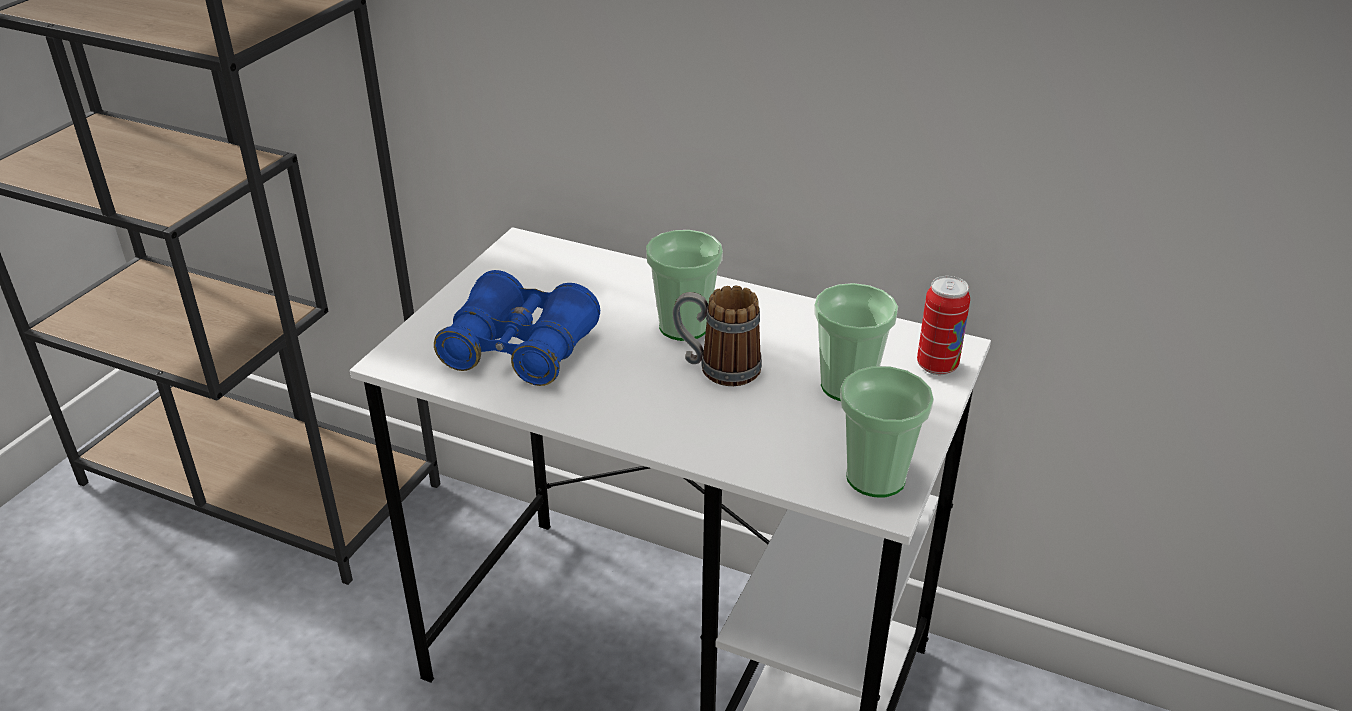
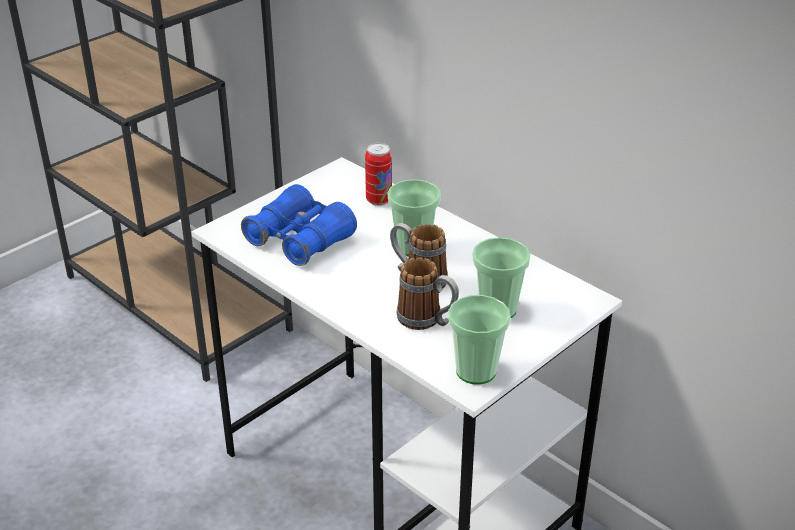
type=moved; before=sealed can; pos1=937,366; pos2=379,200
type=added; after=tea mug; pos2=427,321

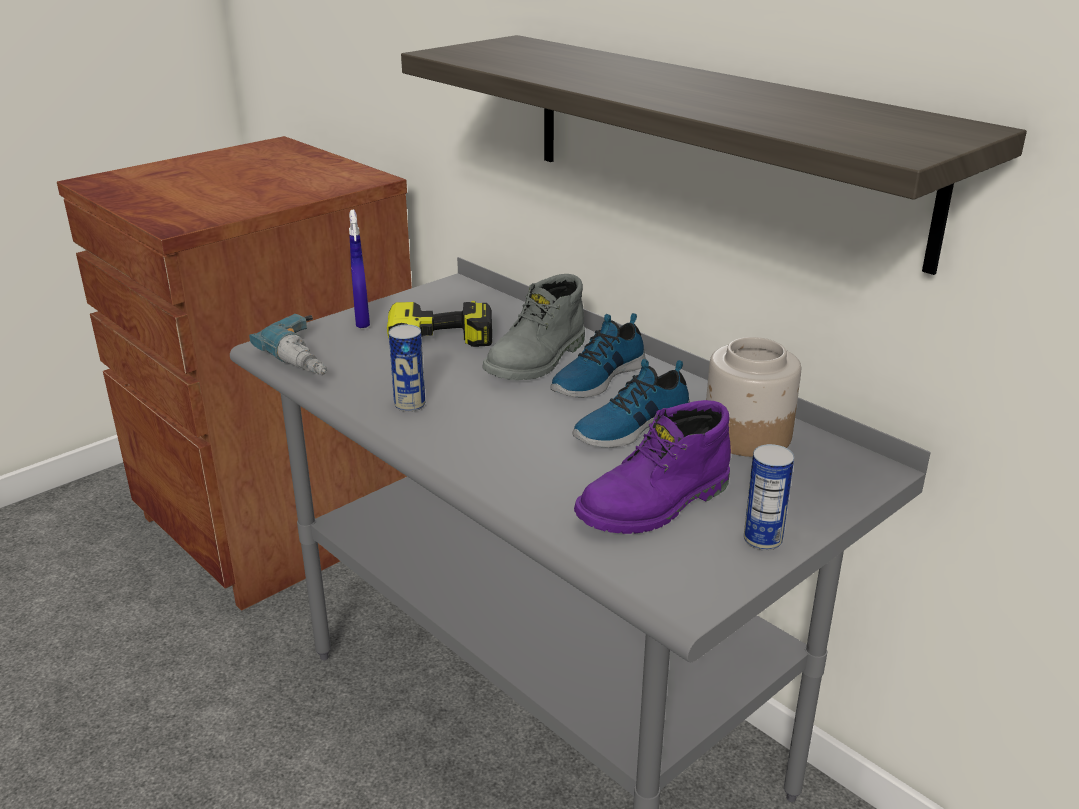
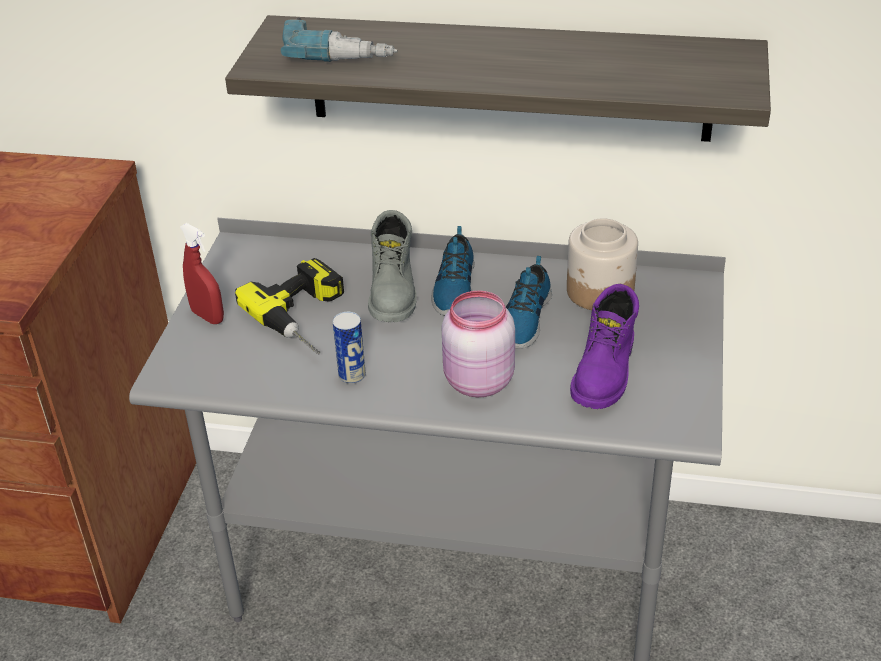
type=moved; before=electric drill; pos1=310,357; pos2=341,51
type=recoloured; before=spray bottle (blue); after=spray bottle (red); pos1=362,321; pos2=208,316
type=removed; before=sealed can; pos1=762,540
type=added; after=preserve jar (pink-coloured); pos2=476,382

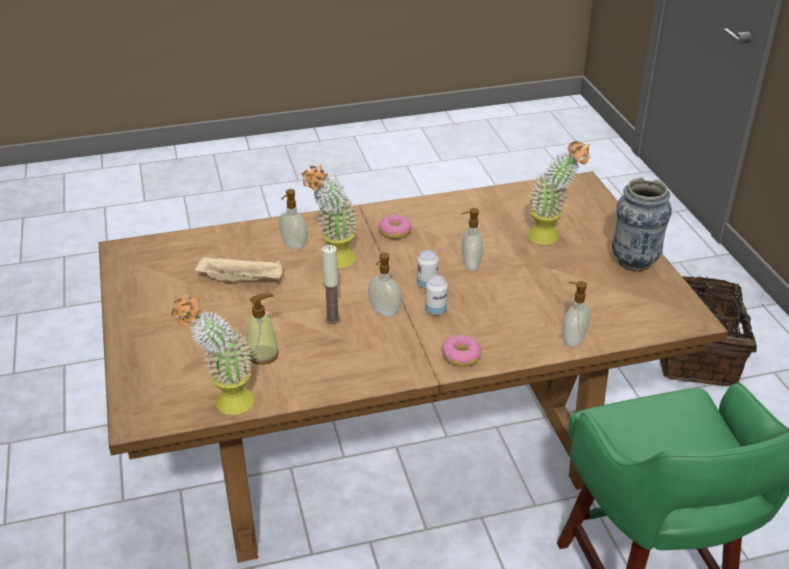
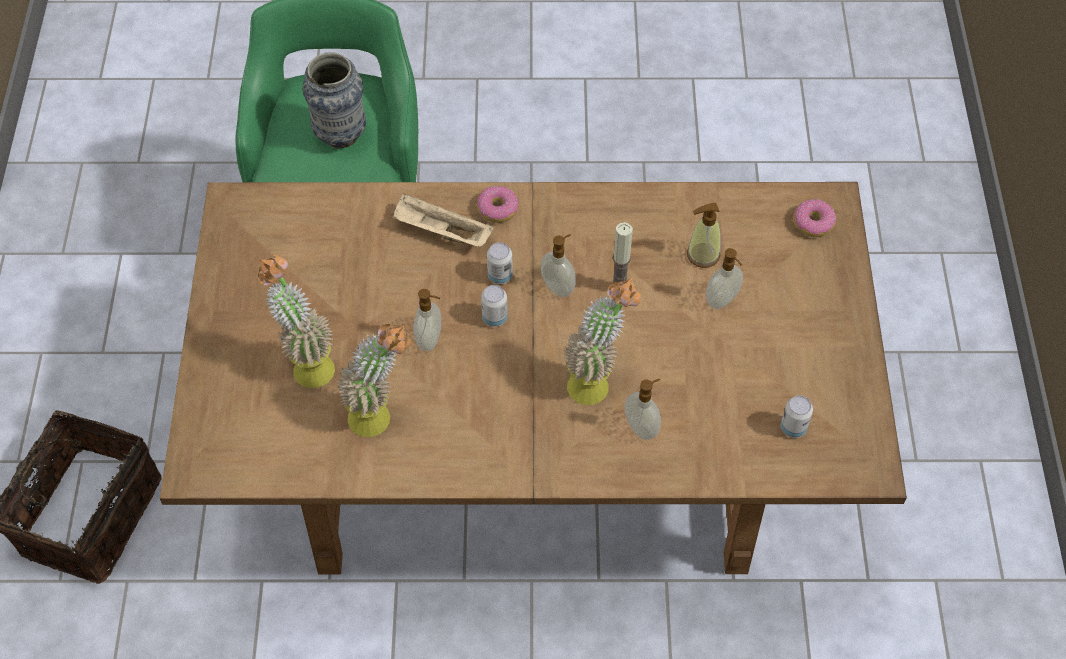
type=moved; before=plant in a pot; pos1=224,405; pos2=380,416
type=moved; before=tray (sand-coloured); pos1=242,280; pos2=441,232
type=moved; before=ring doughnut; pos1=395,232; pos2=813,223
type=moved; before=soap dispenser; pos1=572,340; pos2=722,300
type=moved; before=flower vase; pos1=634,262; pos2=340,135
type=added; after=sealed can; pos2=793,428

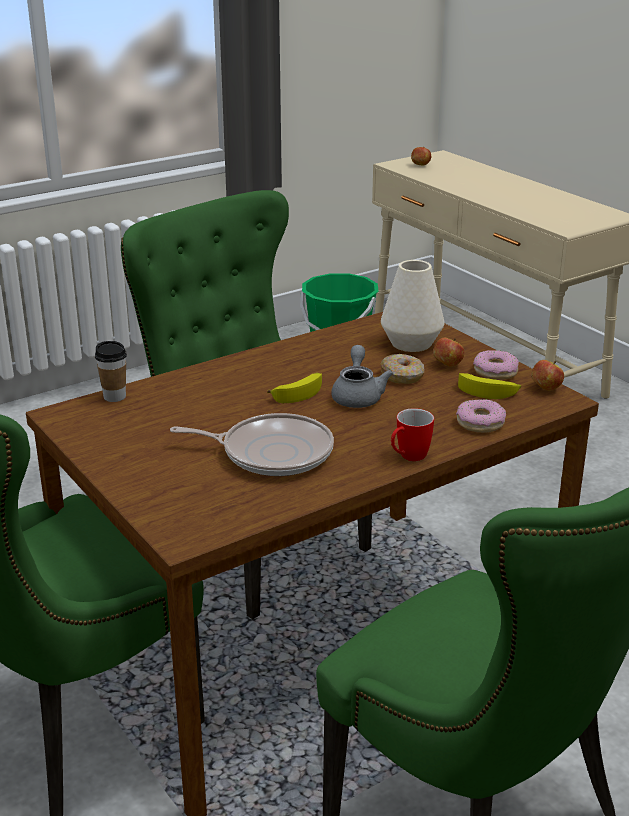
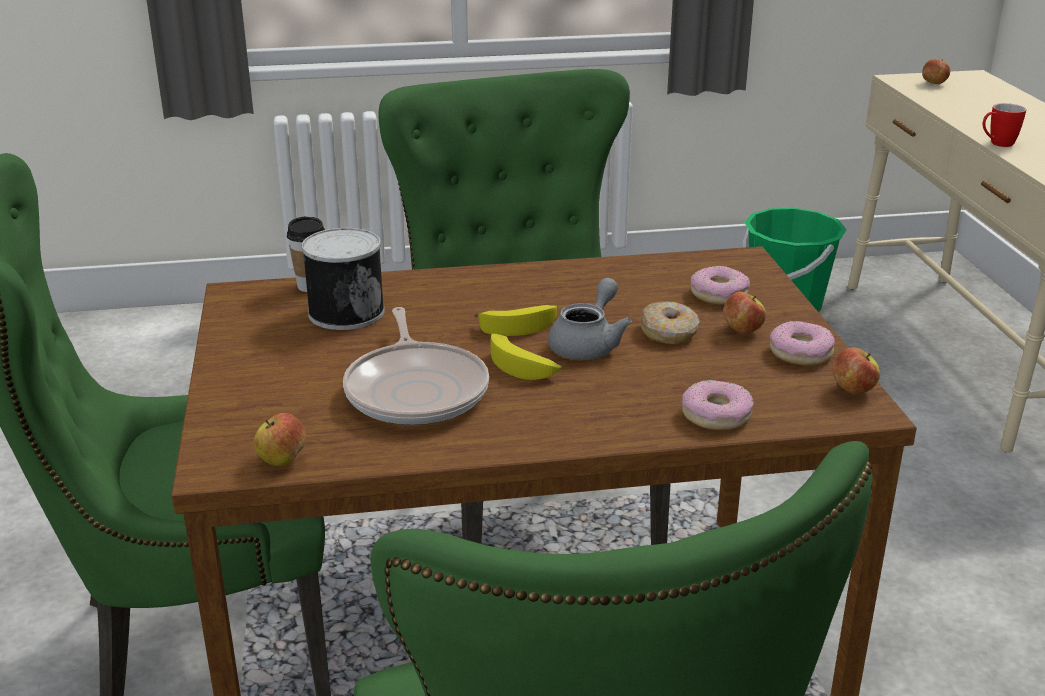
type=turned; before=skillet; pos1=271,453; pos2=416,390; turn=45
type=replaced; before=flower vase (whitish); after=ring doughnut; pos1=411,343; pos2=719,294
type=moved; before=tea mug; pos1=408,458; pos2=996,144
type=moved; before=whole banana; pos1=488,391; pos2=524,366
type=added; after=apple fruit; pos2=282,460
type=added; after=sealed can; pos2=345,312

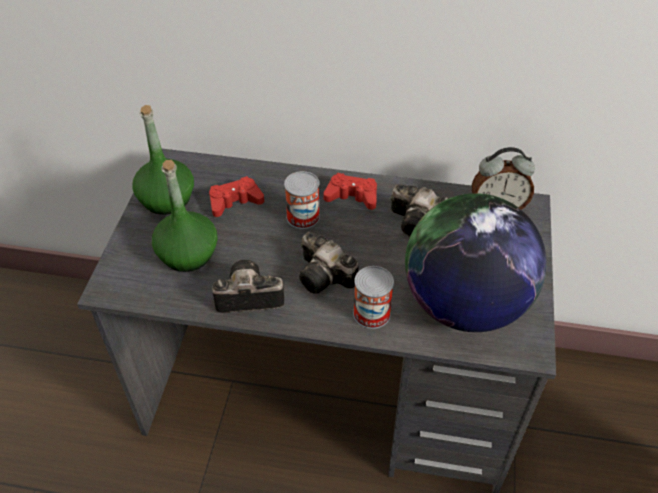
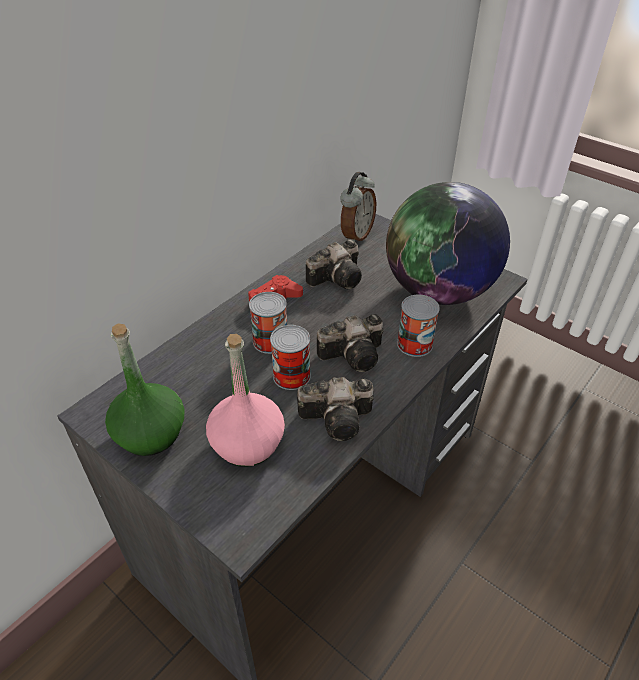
type=recoloured; before=drink bottle (green-coloured); after=drink bottle (pink-coloured); pos1=188,254; pos2=248,443
type=removed; before=joypad (red); pos1=235,201
type=turned; before=photo camera; pos1=246,297; pos2=340,419; turn=-120
type=added; after=sealed can; pos2=291,376

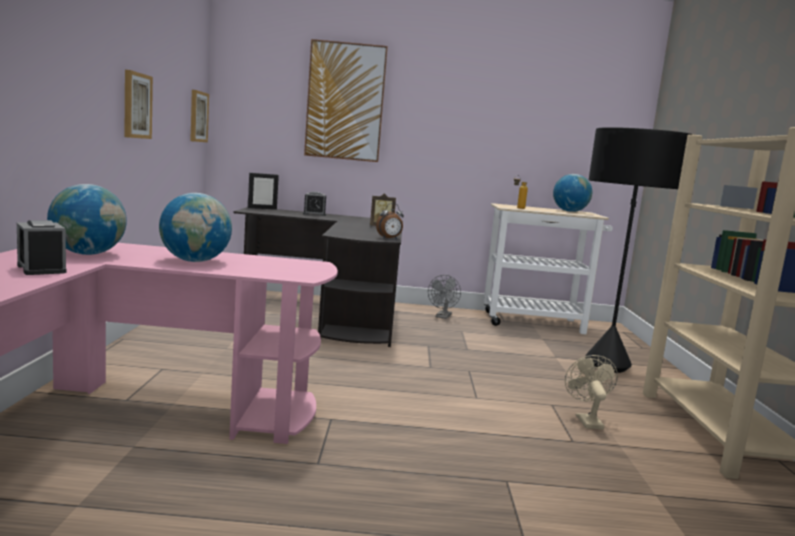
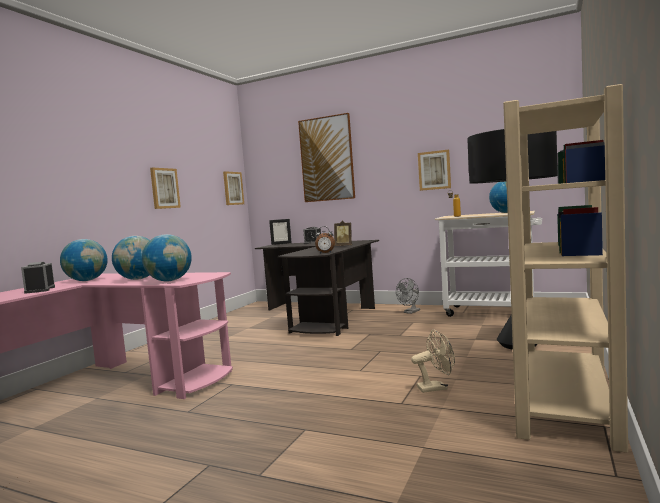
type=turned; before=cooling fan (sand-coloured); pos1=586,420; pos2=436,387; turn=60
type=added; after=world globe; pos2=169,281
type=added; after=wall picture; pos2=434,170

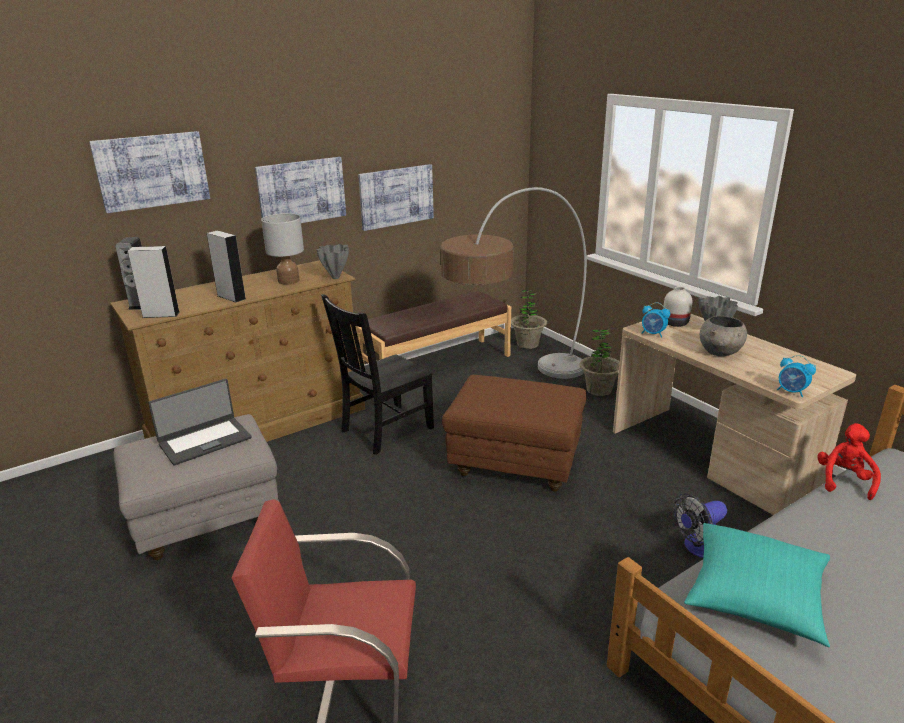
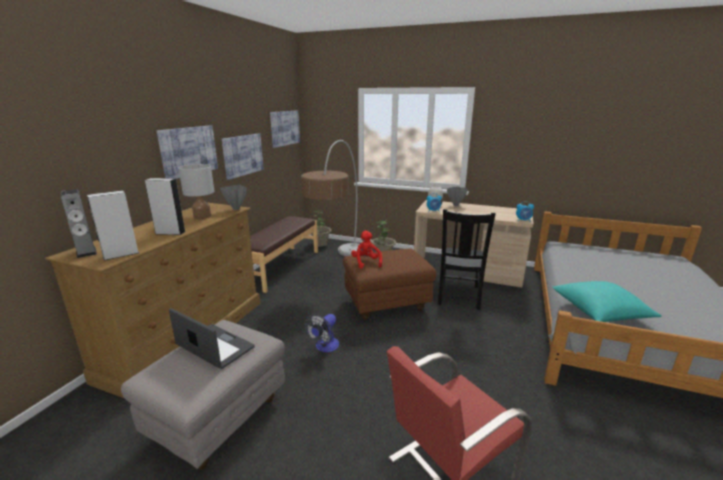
type=moved; before=wall picture; pos1=152,171; pos2=284,128
type=turned; before=notebook computer; pos1=204,441; pos2=214,347; turn=-75
type=moved; before=chair (black-coloured); pos1=384,430; pos2=458,296
type=moved; before=cooling fan; pos1=698,548; pos2=324,347
type=removed; before=deep dish (grey); pos1=720,353
type=moved; before=cuddly toy (red); pos1=844,481; pos2=366,262

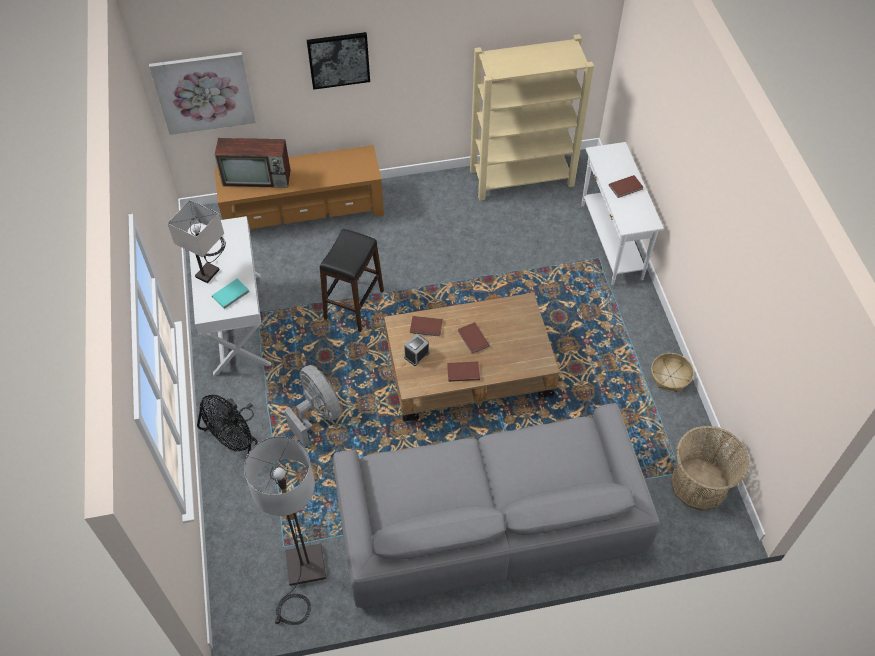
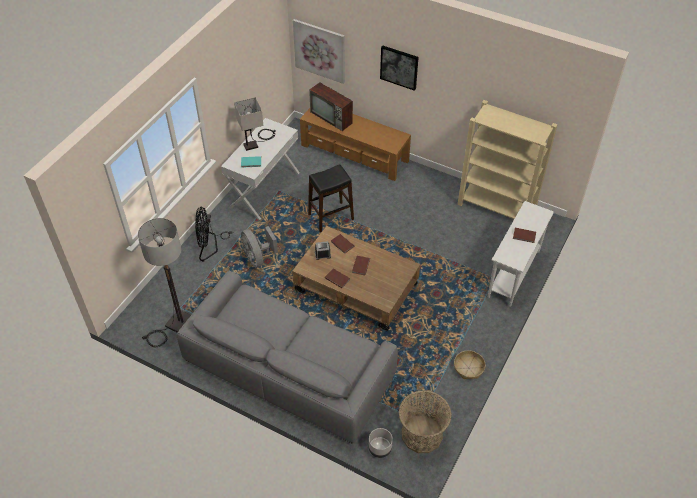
type=turned; before=cooling fan (grey); pos1=317,414; pos2=258,258; turn=150
type=added; after=plant pot (grey); pos2=379,448

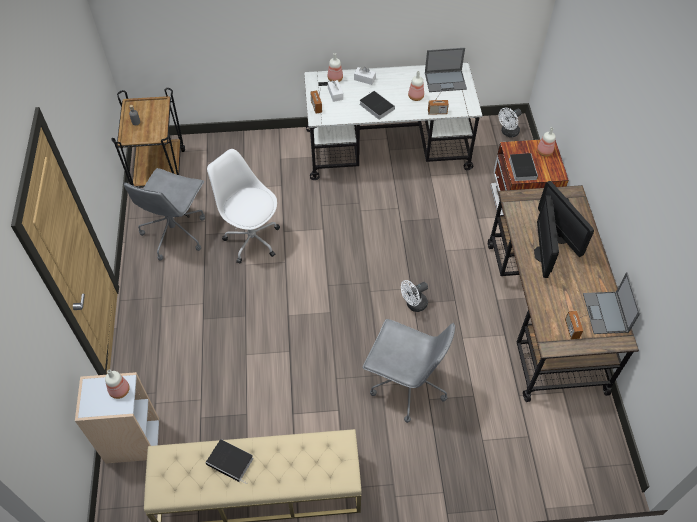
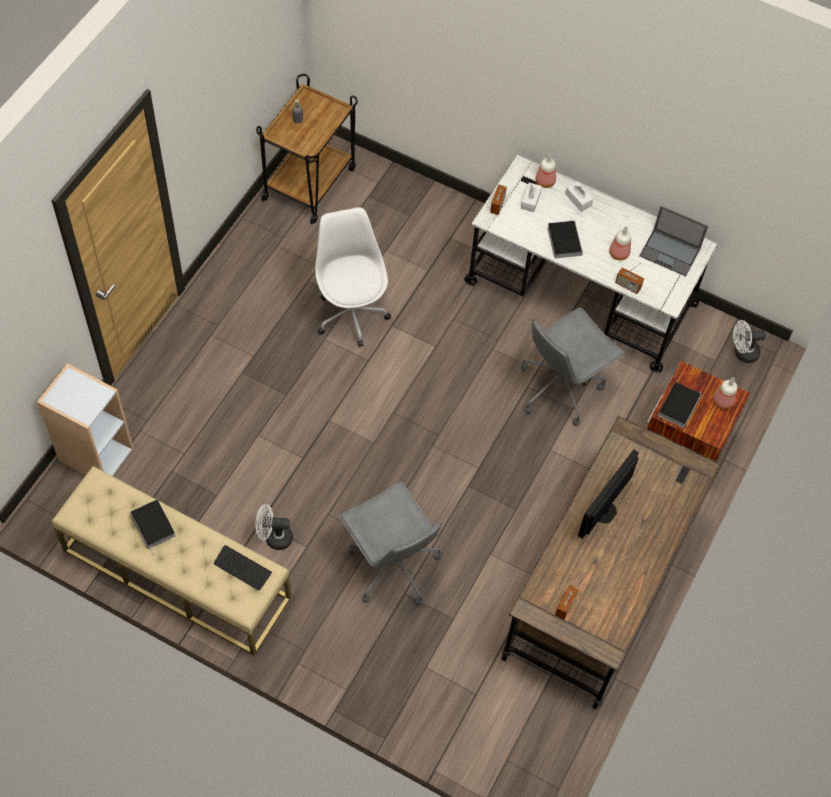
type=removed; before=drink bottle; pos1=119,390
type=moved; before=computer chair (grey); pos1=176,231; pos2=562,387
type=moved; before=cooling fan (whitish); pos1=413,305; pos2=274,537
type=removed; before=computer display; pos1=559,236
type=removed; before=notebook computer; pos1=606,313
type=added; after=PC keyboard; pos2=242,568

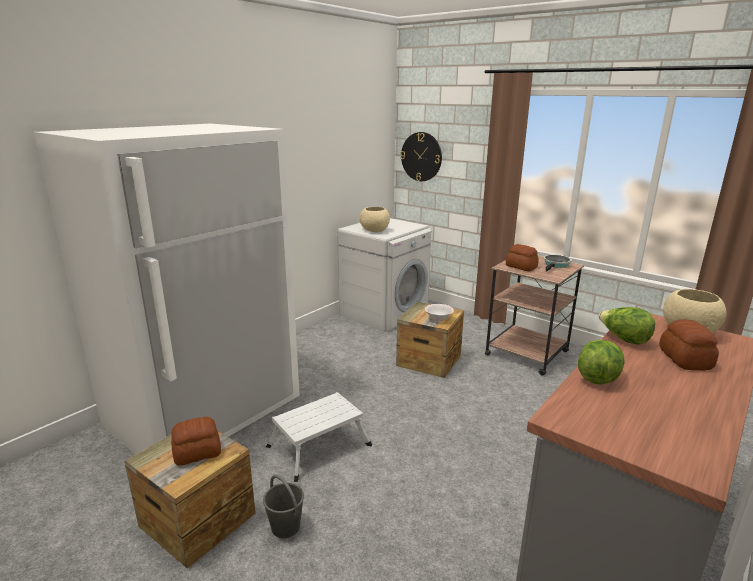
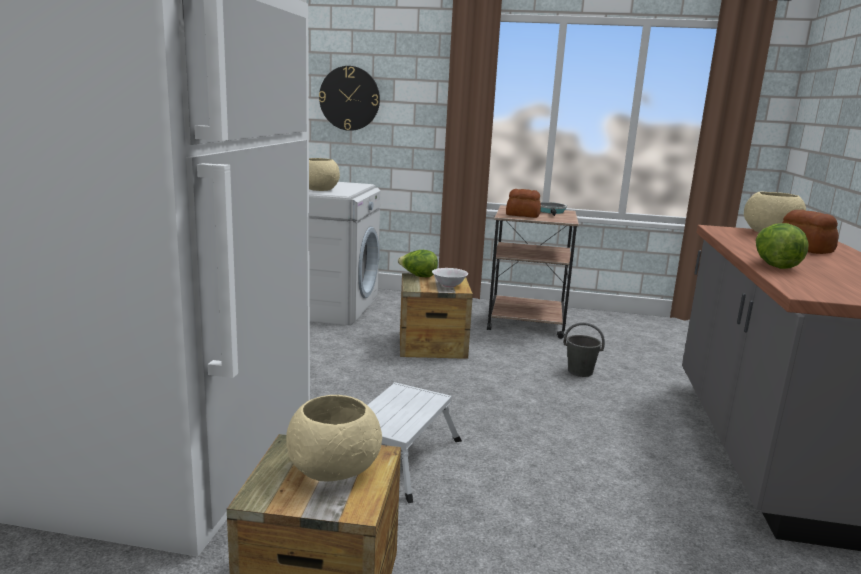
type=replaced; before=baked bread; after=deep dish (sand-coloured); pos1=198,453; pos2=335,469
type=moved; before=bucket (grey); pos1=285,526; pos2=579,371
type=moved; before=head of lettuce; pos1=623,339; pos2=418,276

